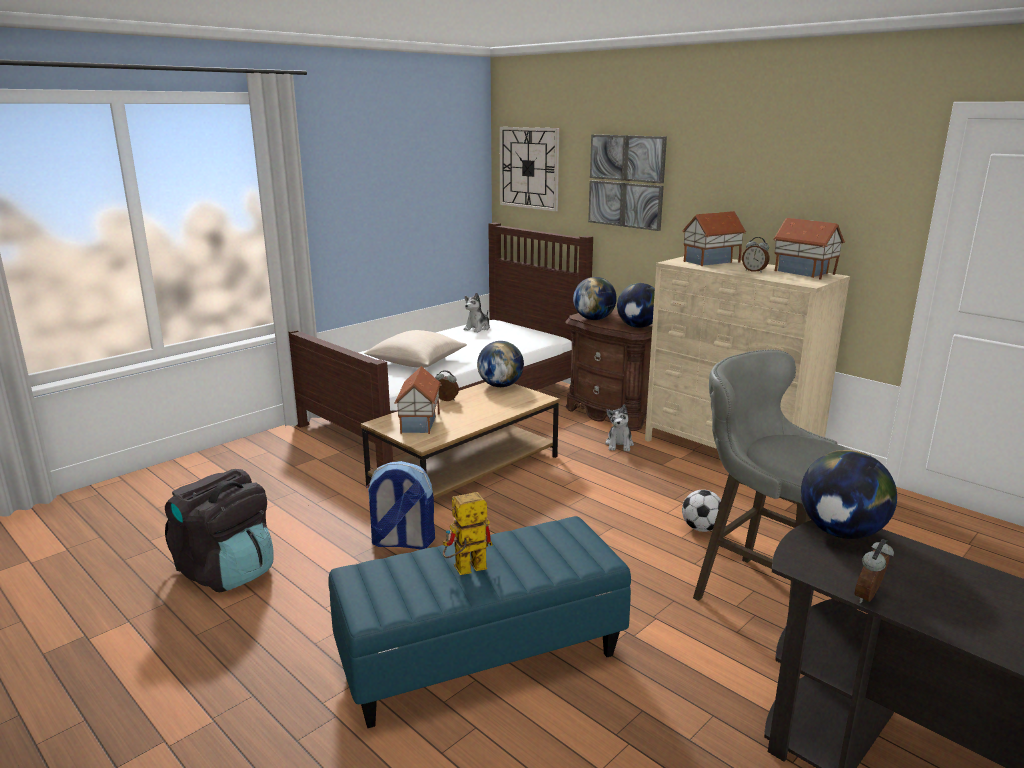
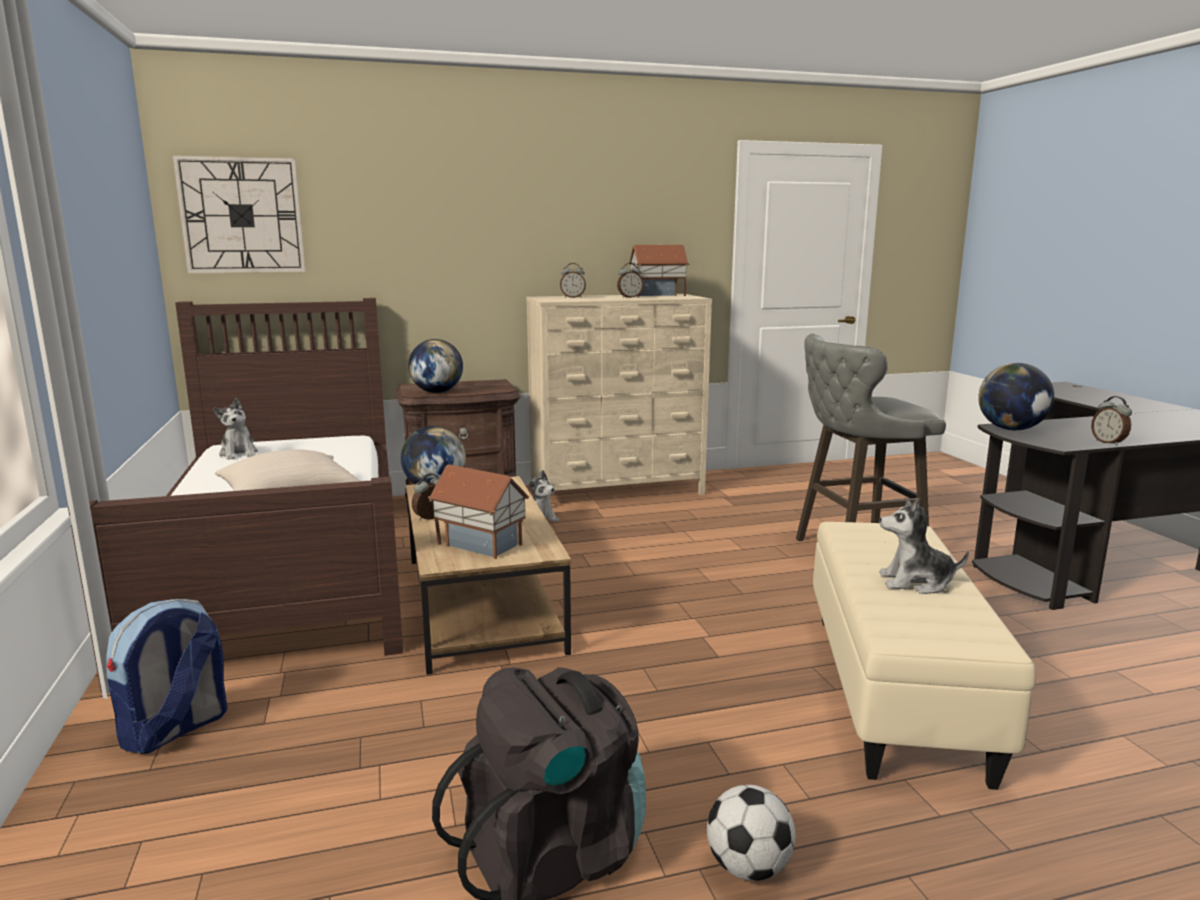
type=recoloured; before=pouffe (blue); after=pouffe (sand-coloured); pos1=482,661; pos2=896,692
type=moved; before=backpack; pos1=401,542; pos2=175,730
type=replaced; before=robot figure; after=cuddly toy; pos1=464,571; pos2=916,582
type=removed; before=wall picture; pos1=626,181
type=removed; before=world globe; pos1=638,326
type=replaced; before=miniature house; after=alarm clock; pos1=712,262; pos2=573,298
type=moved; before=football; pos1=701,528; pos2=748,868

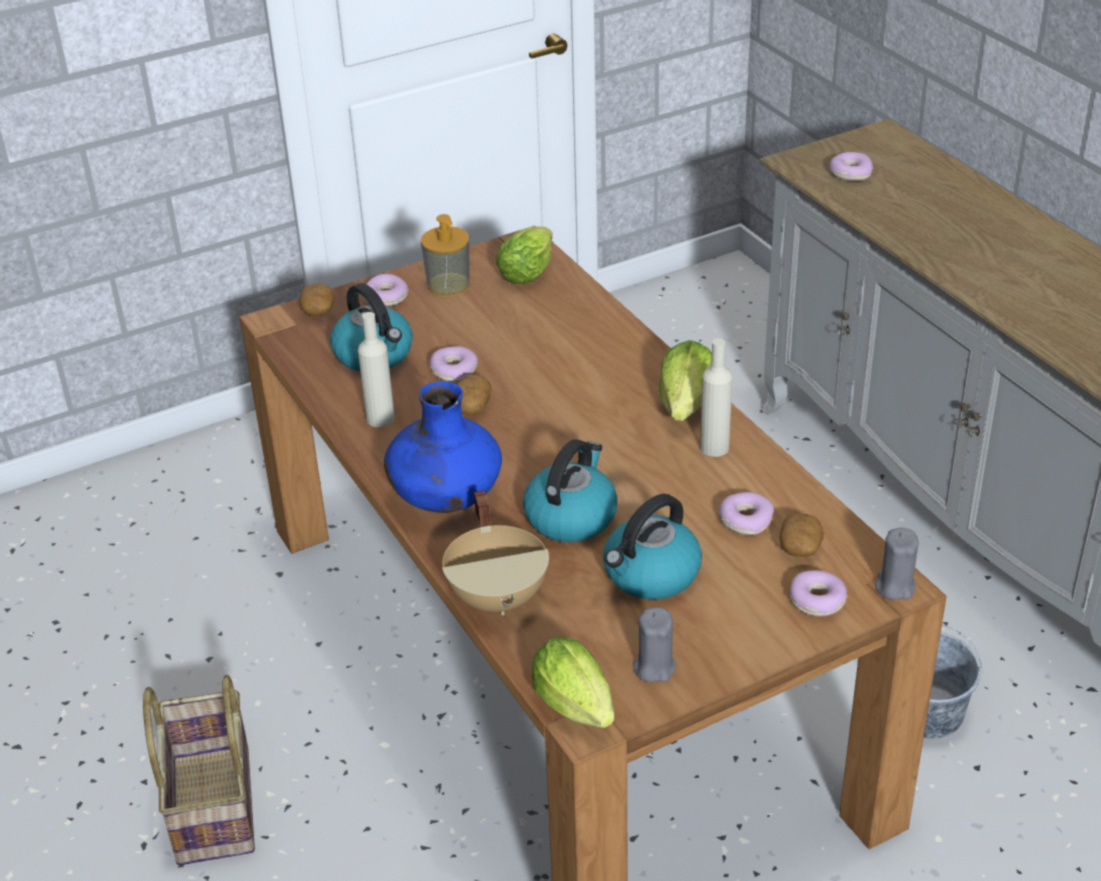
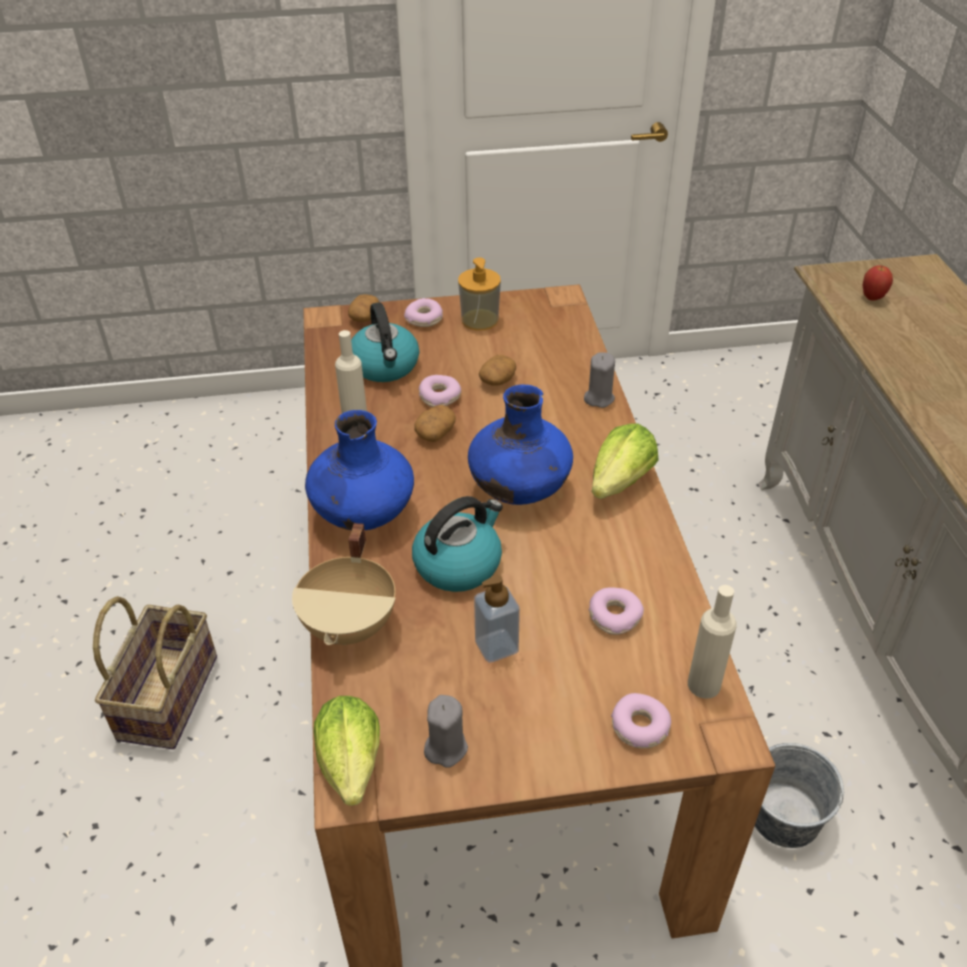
type=removed; before=head of lettuce; pos1=529,271
type=replaced; before=tea kettle; after=soap dispenser; pos1=651,575; pos2=496,646
type=moved; before=drink bottle (sand-coloured); pos1=714,447; pos2=704,684
type=moved; before=whole potato; pos1=800,548; pos2=497,380
type=replaced; before=ring doughnut; after=apple fruit; pos1=850,173; pos2=872,298
type=moved; before=wax candle (grey); pos1=894,586; pos2=599,398
type=added; after=flower vase (blue); pos2=519,490

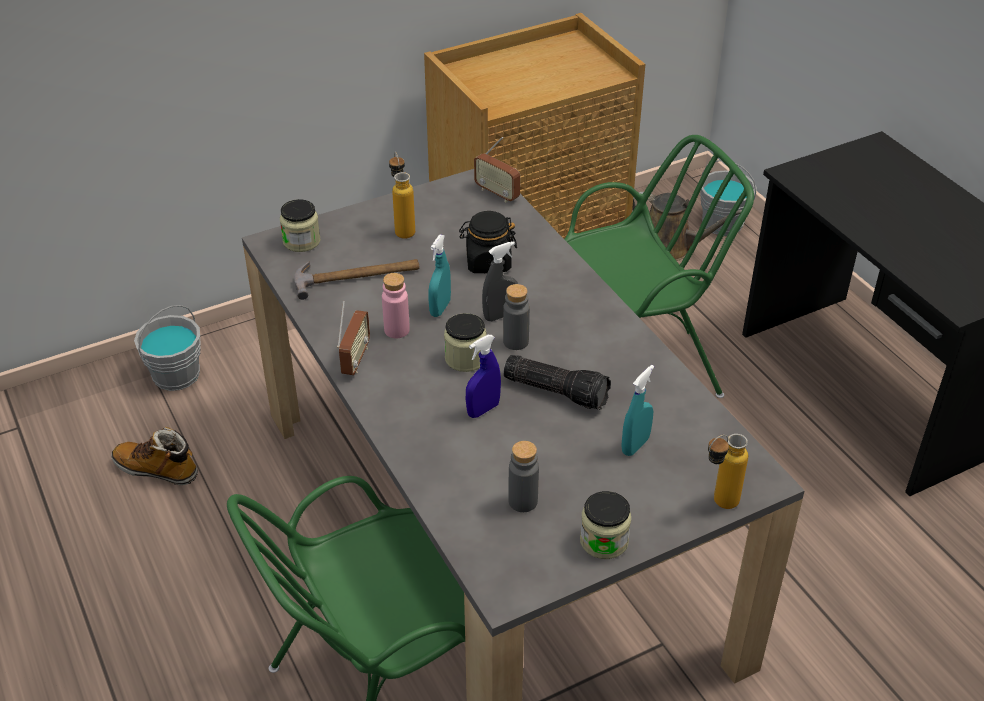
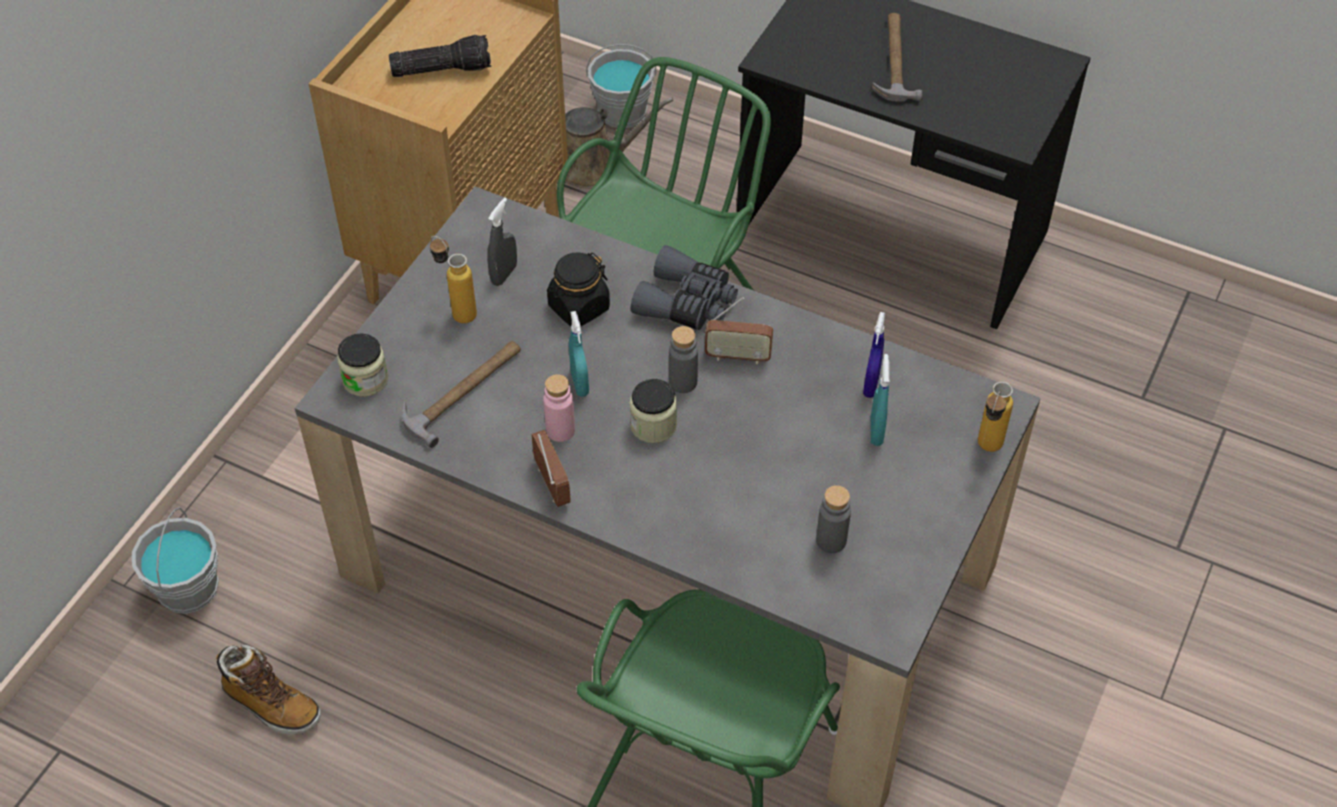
type=turned; before=boot; pos1=157,469; pos2=271,705; turn=-135
type=moved; before=spray bottle (blue); pos1=483,410; pos2=871,385
type=moved; before=radio; pos1=497,193; pos2=738,356
type=moved; before=spray bottle (grey); pos1=500,315; pos2=504,274
type=moved; before=torch; pos1=557,390; pos2=442,68
type=removed; before=preserve jar; pos1=604,541
type=added; after=binoculars (grey); pos2=687,303
type=added; after=hammer; pos2=894,60

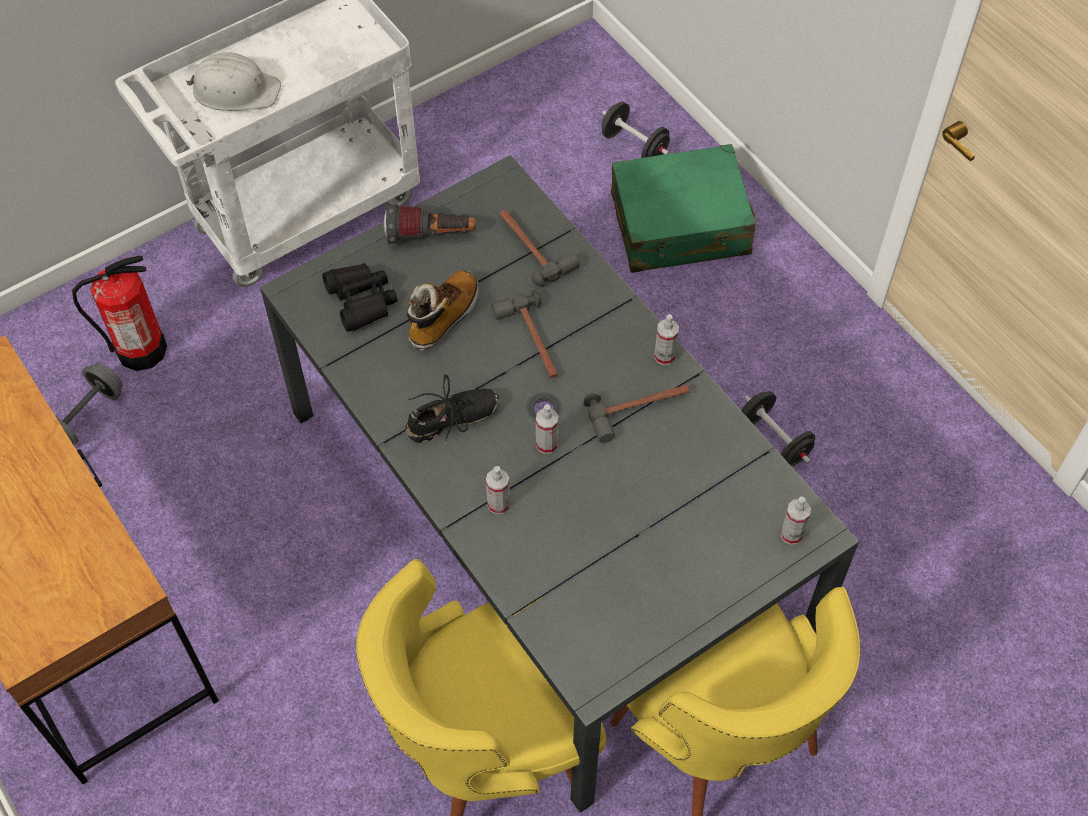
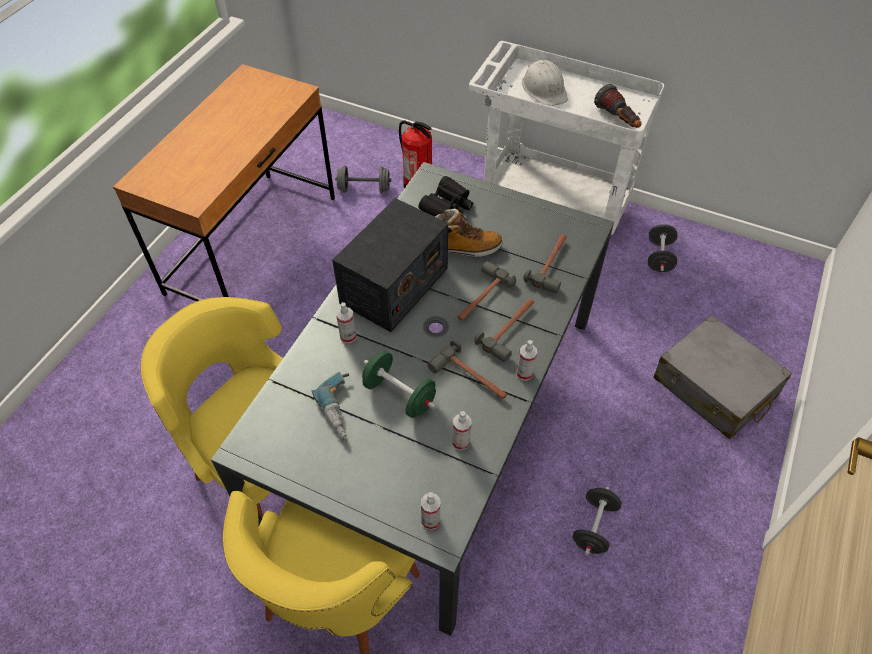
type=moved; before=torch; pos1=431,237; pos2=618,120
type=replaced; before=item of footwear (black-coloured); after=radio; pos1=452,420; pos2=394,286
type=moved; before=spray bottle; pos1=547,444; pos2=461,442
type=moved; before=free weight (black-coloured); pos1=634,146; pos2=659,257
type=recoloured; before=travel case (green-coloured); after=travel case (grey); pos1=680,225; pos2=714,387
type=added; after=electric drill; pos2=343,409
type=added; after=free weight (green-coloured); pos2=399,395
type=added; after=hammer; pos2=510,330

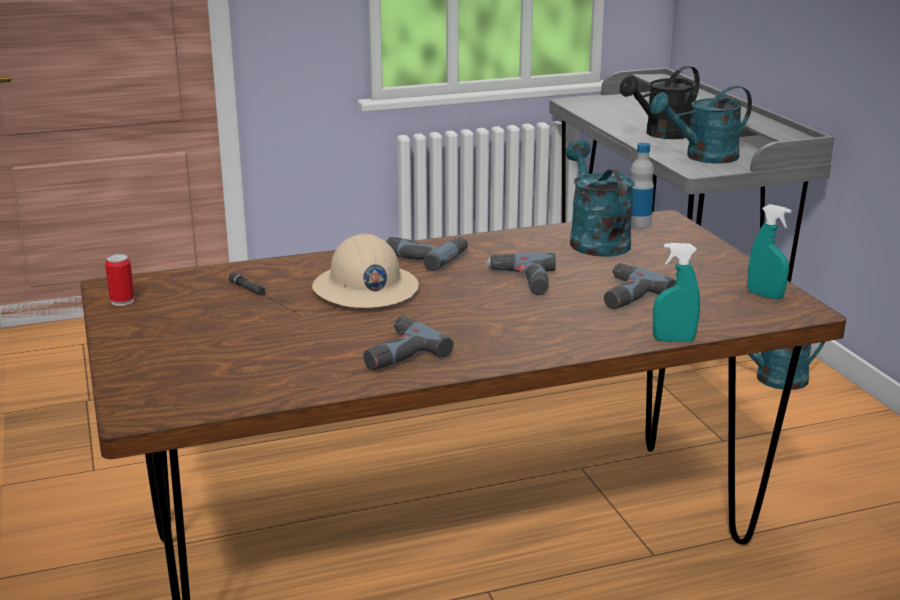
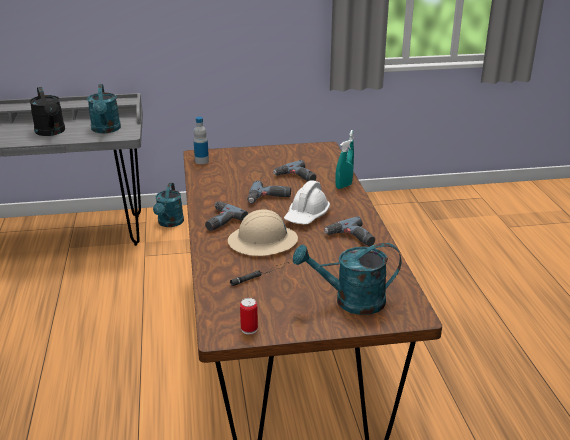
type=moved; before=watering pot (turquoise); pos1=595,240; pos2=350,301
type=moved; before=spray bottle (turquoise); pos1=765,295; pos2=343,186
type=added; after=hard hat (whitish); pos2=307,216

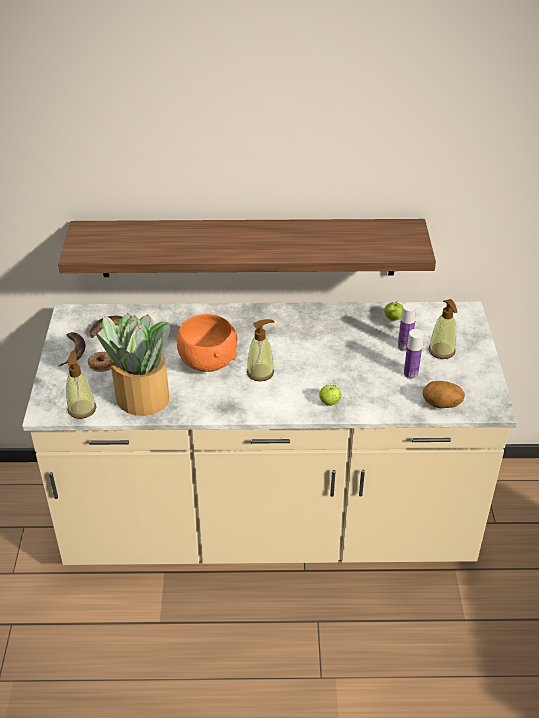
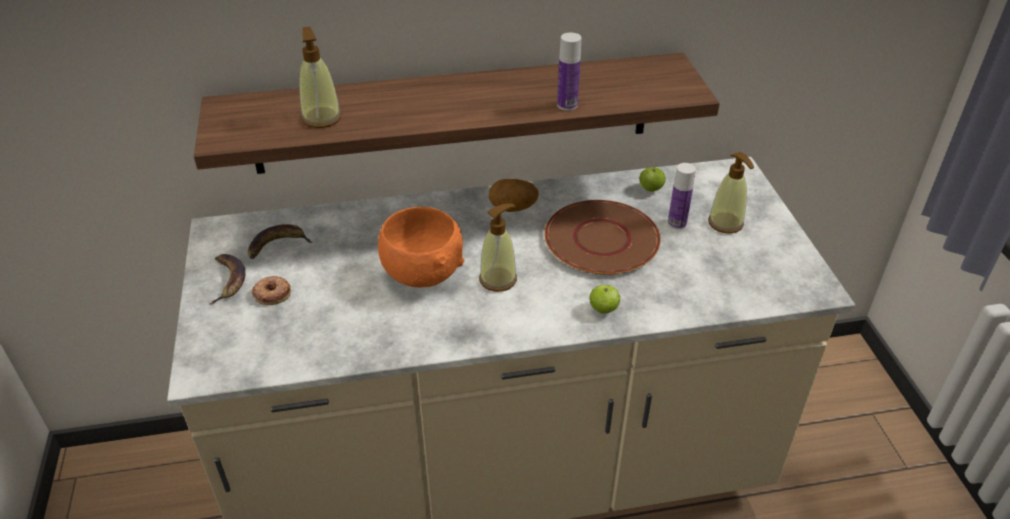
type=moved; before=soap dispenser; pos1=82,409; pos2=321,118
type=removed; before=plant in a pot; pos1=141,397
type=moved; before=drink bottle; pos1=410,374; pos2=567,105
type=moved; before=whole potato; pos1=441,405; pos2=513,209
type=added; after=plate (brown-coloured); pos2=602,240

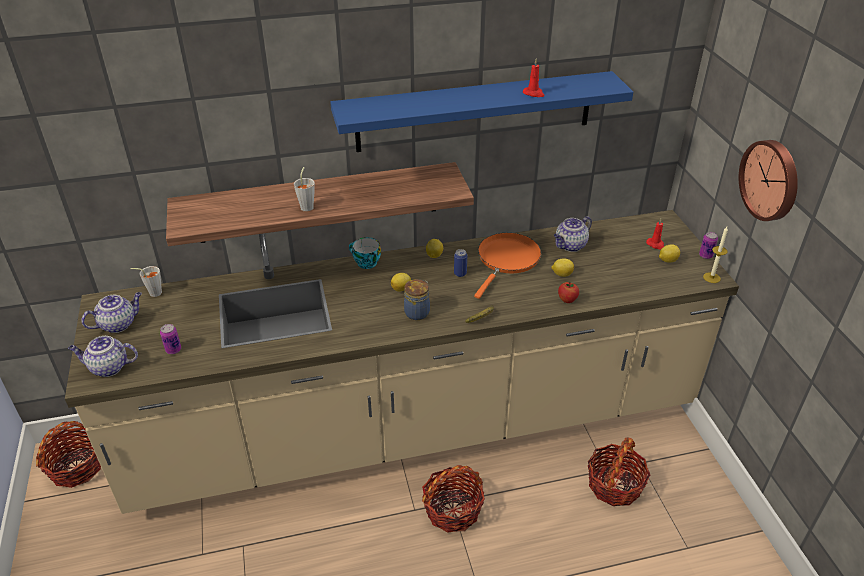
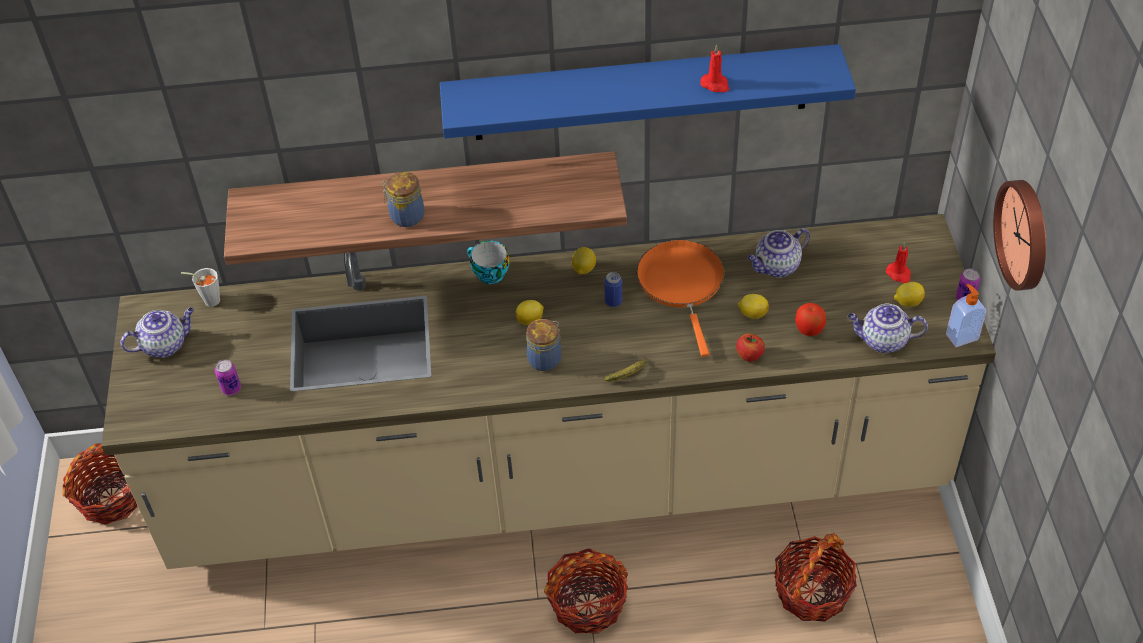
type=moved; before=teapot; pos1=108,368; pos2=882,341
type=replaced; before=small cup (grey); after=preserve jar; pos1=307,206; pos2=405,216
type=turned; before=skillet (orange); pos1=507,260; pos2=682,284; turn=-45
type=replaced; before=wax candle; after=soap dispenser; pos1=711,277; pos2=961,336
type=added; after=apple fruit; pos2=809,329

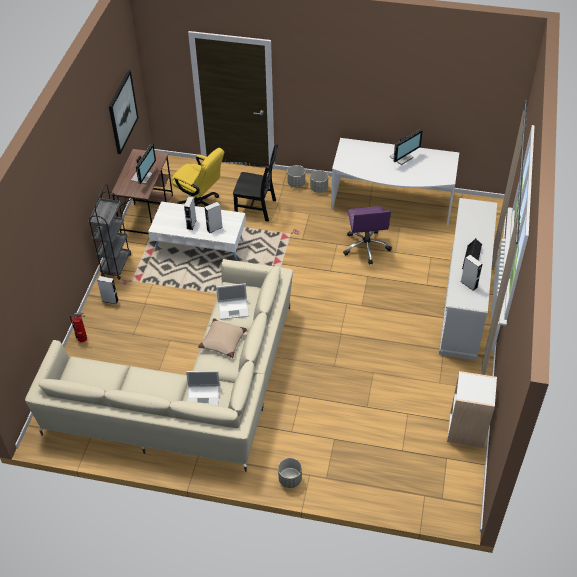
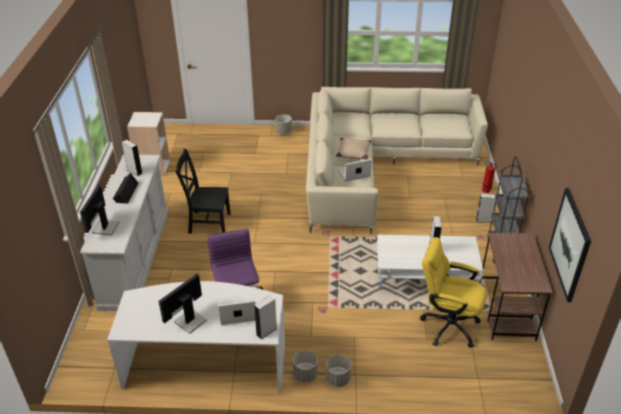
type=moved; before=computer display; pos1=143,177; pos2=104,228
type=moved; before=notebook computer; pos1=204,396; pos2=236,313
type=moved; before=speaker (grey); pos1=214,228; pos2=266,331
type=moved; before=chair (black-coloured); pos1=257,208; pos2=207,223

